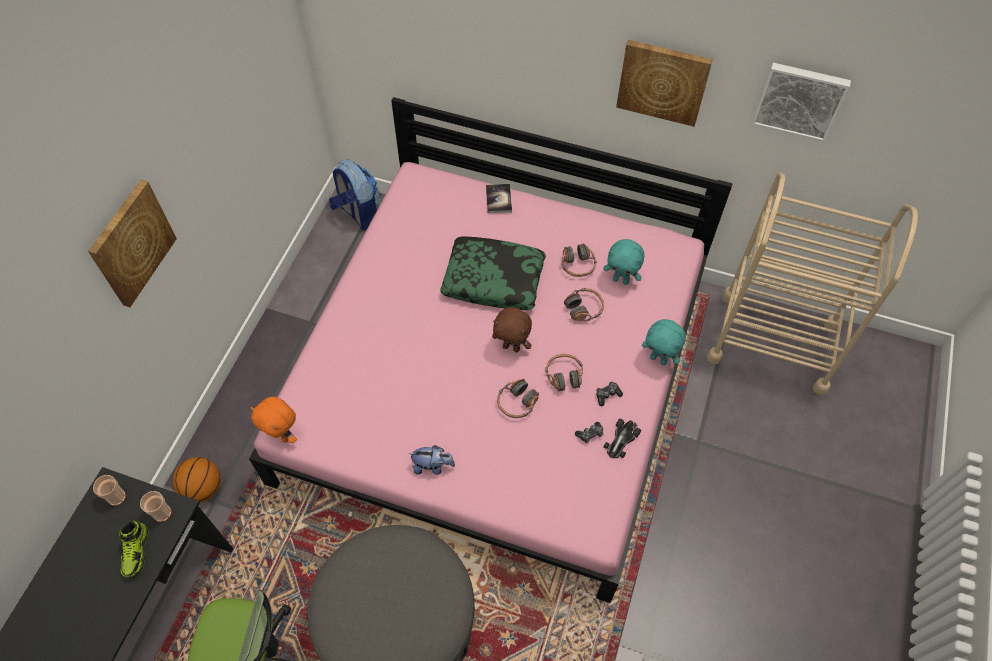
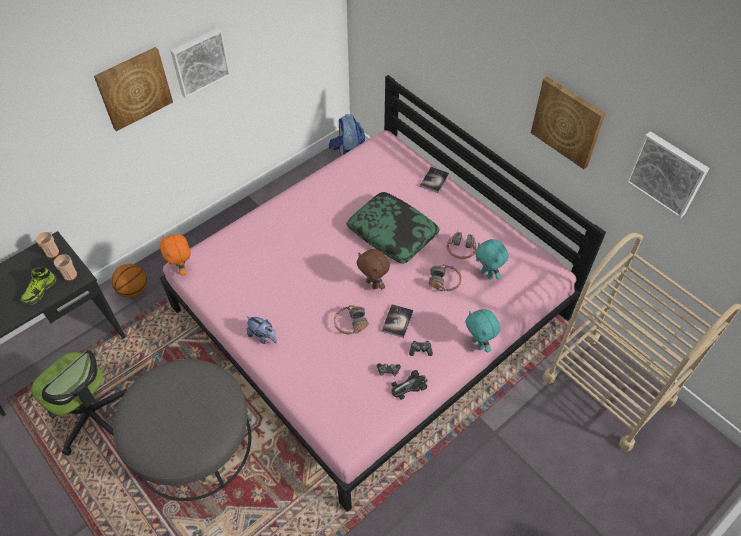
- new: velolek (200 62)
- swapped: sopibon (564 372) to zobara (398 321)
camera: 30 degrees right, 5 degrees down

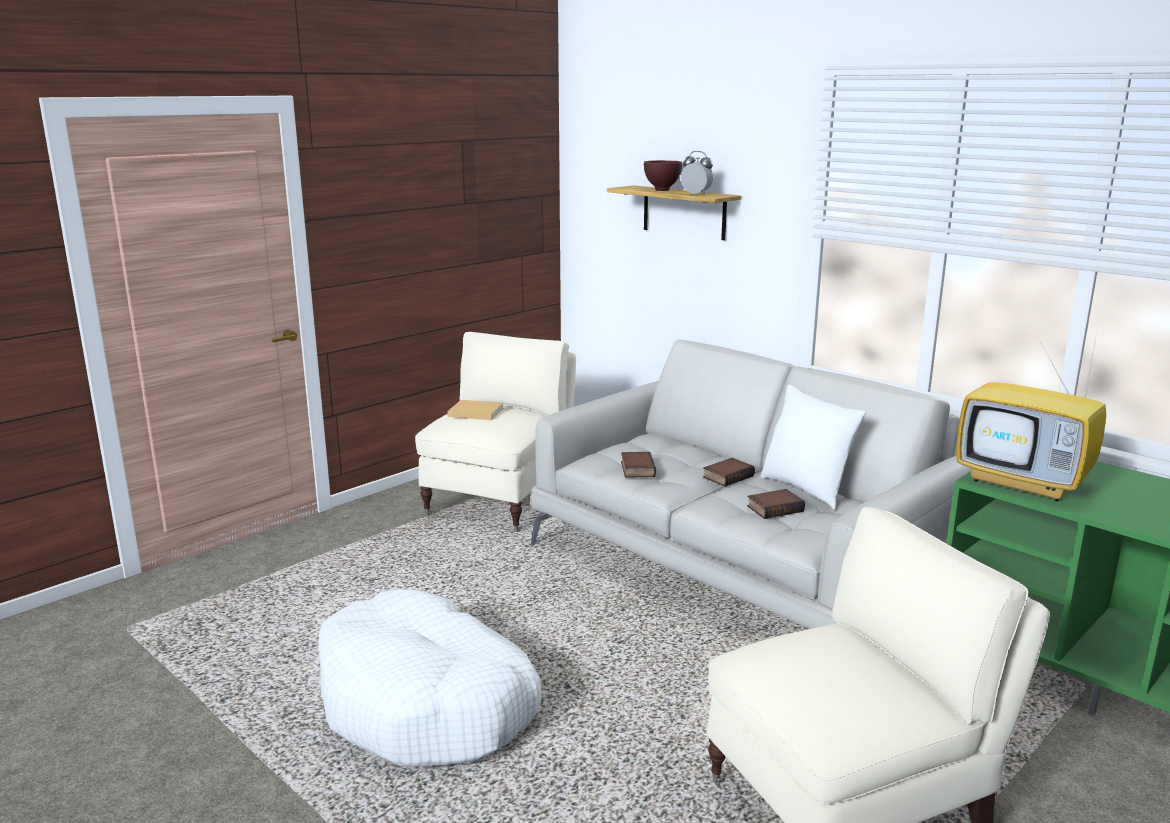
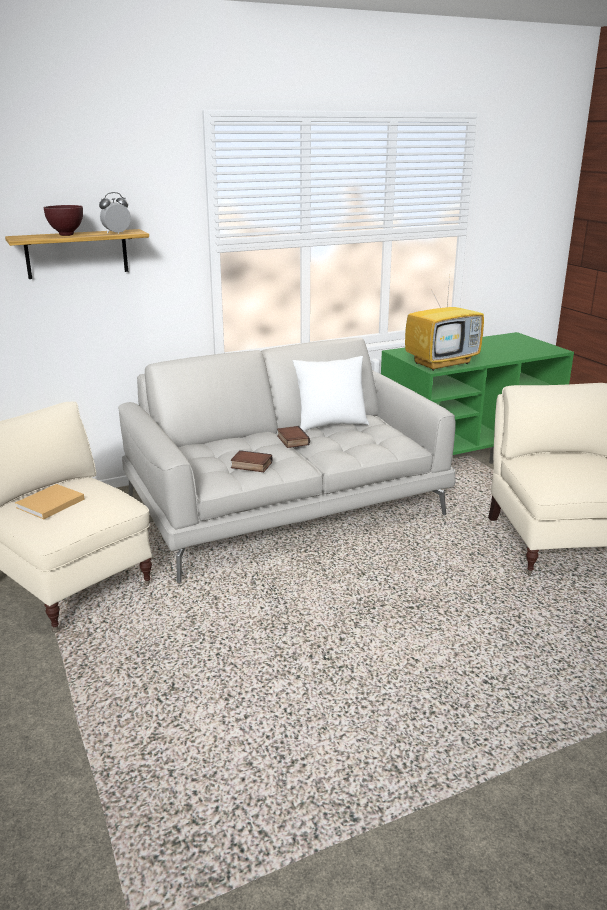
- gone: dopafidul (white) (430 678)
- gone: zobara (776 504)
camera: 70 degrees left, 5 degrees up

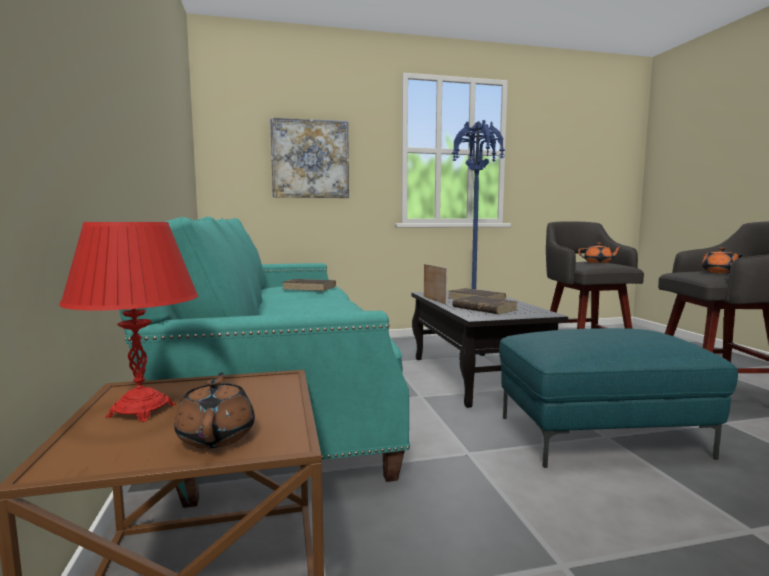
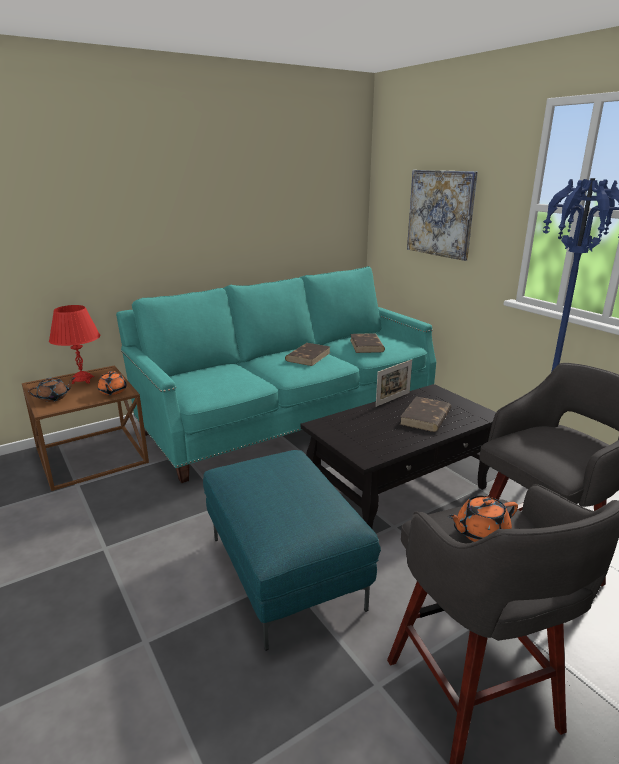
- shifted: zobara (brown) (484 305) to (307 354)
- shifted: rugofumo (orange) (600 253) to (112 383)
camera: 70 degrees right, 15 degrees up

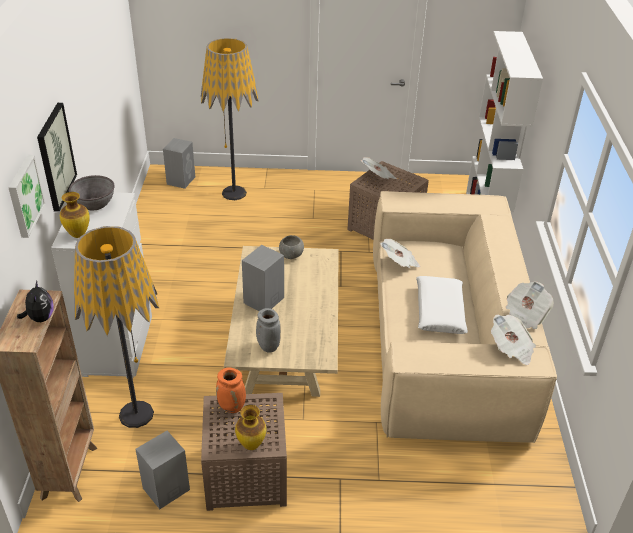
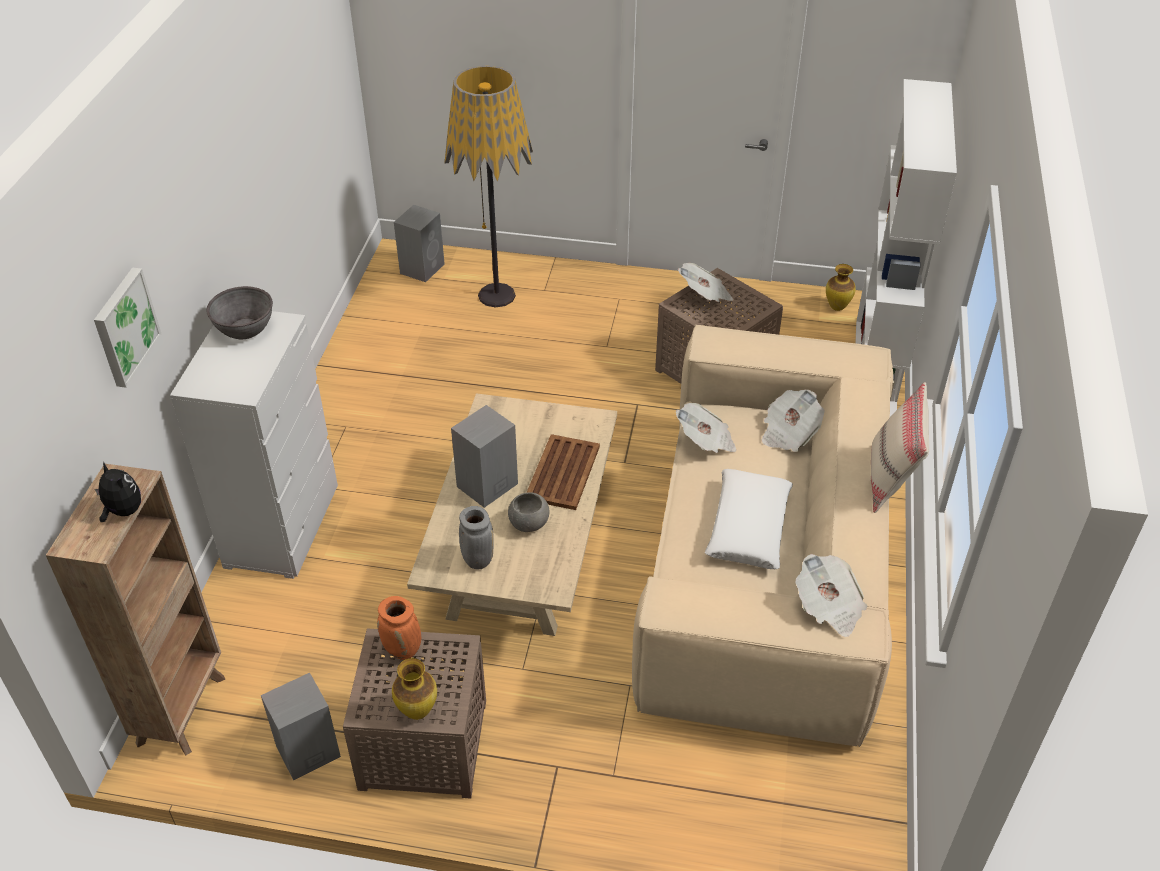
- gone: velolek (57 157)
- gone: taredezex (116 327)
- new: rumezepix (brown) (563 472)
- new: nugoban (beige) (900 447)
- shifted: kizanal (75 215) to (841 287)
- shifted: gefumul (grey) (291 247) to (529 512)
- shifted: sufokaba (529 305) to (793 421)
- rotated: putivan (35 301) = (118 492) 45 degrees counterclockwise
camera: 10 degrees right, 5 degrees up

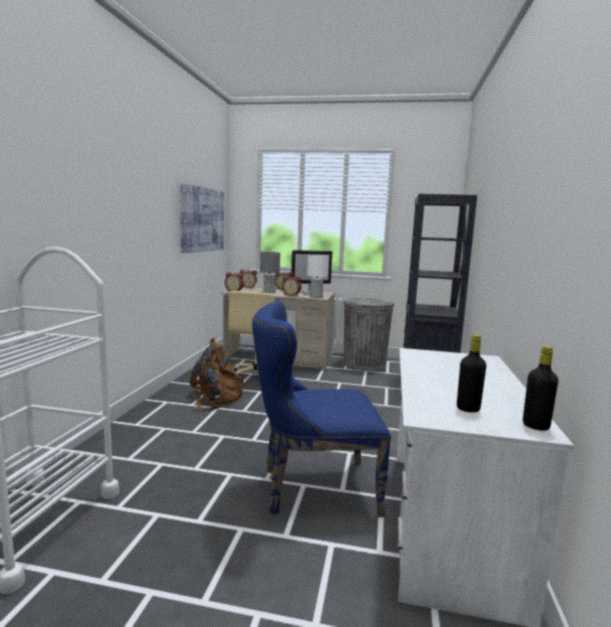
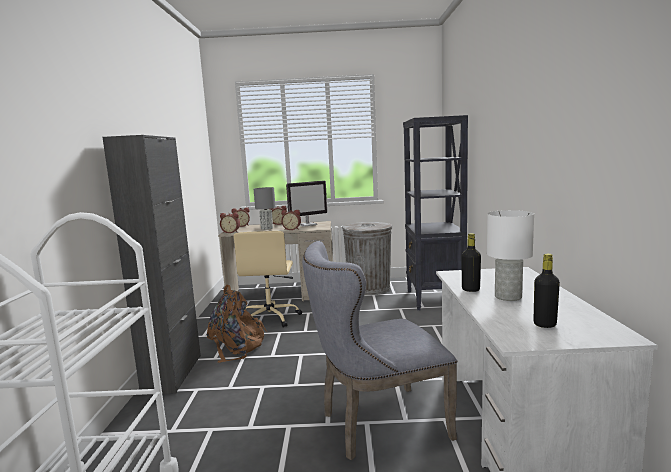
- gone: velolek (202 218)
- new: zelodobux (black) (151 265)
- shifted: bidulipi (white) (318 276) to (510 255)
- shifted: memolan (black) (540 388) to (471 262)
- repainted: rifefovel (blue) (321 409) to rifefovel (grey) (379 350)
camera: 10 degrees left, 0 degrees up

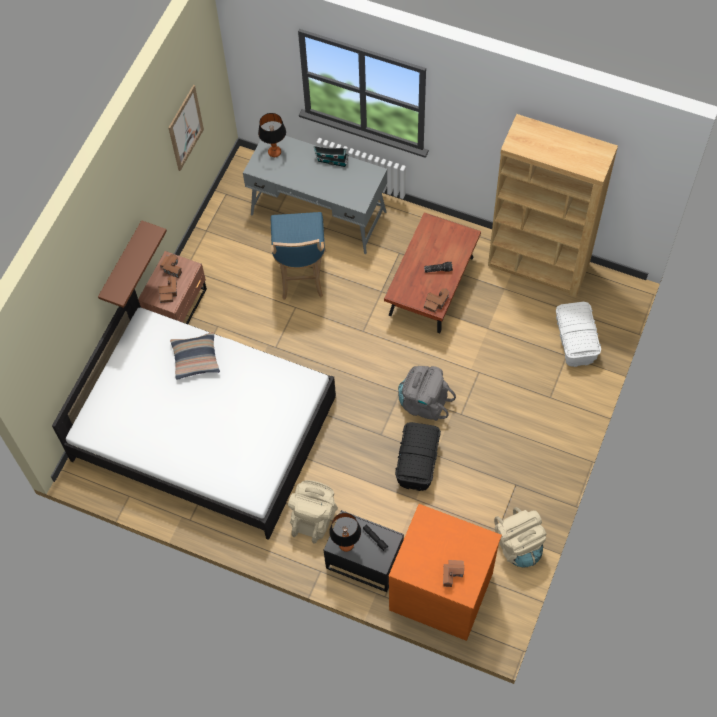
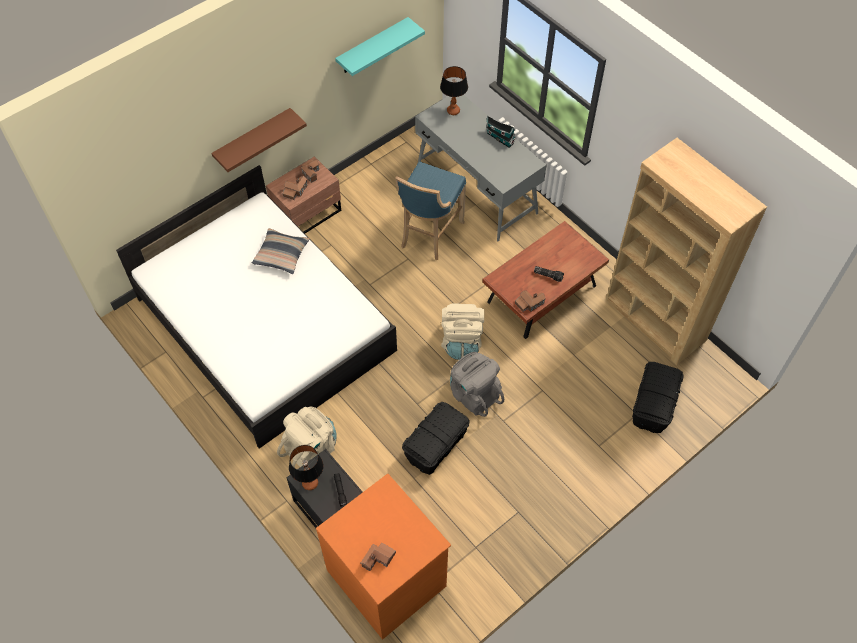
- shifted: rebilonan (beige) (520 537) to (462 332)
- swapped: velolek (186 128) to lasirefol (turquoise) (380 46)
- repainted: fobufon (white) (578 334) to fobufon (black) (658 397)
camera: 25 degrees right, 5 degrees down

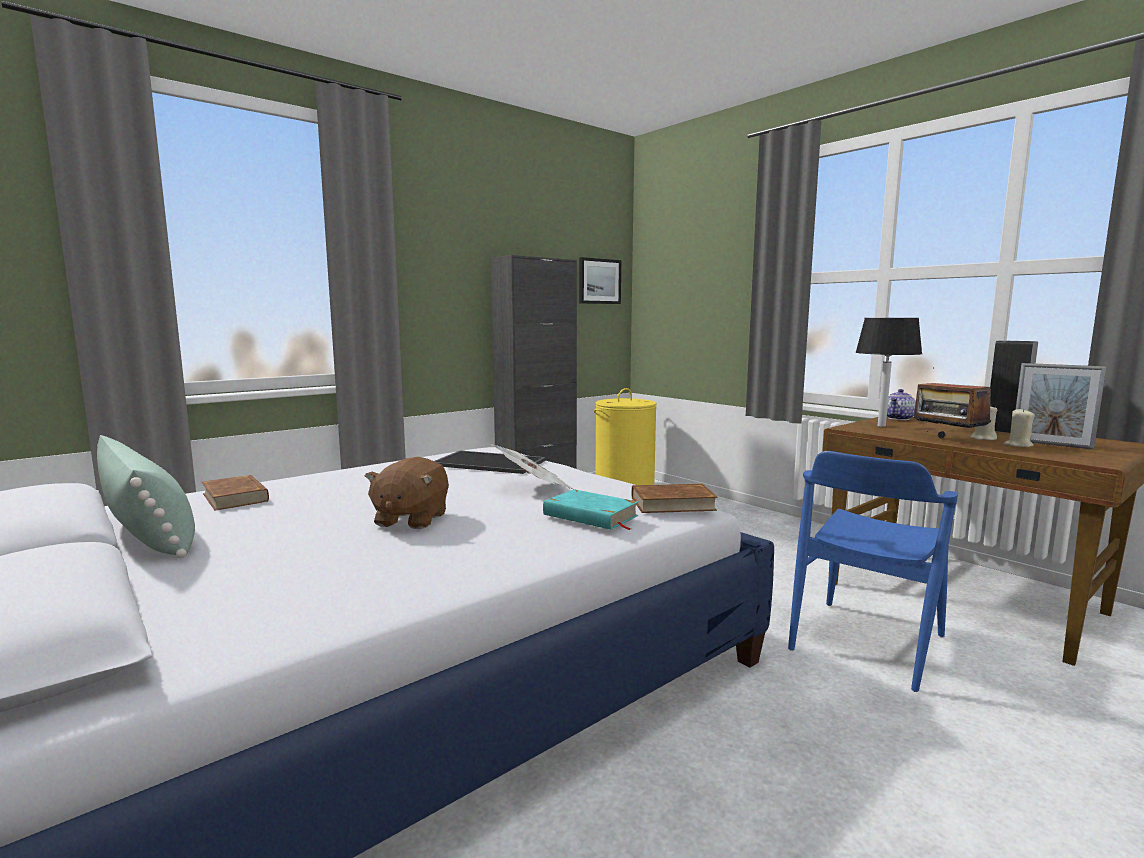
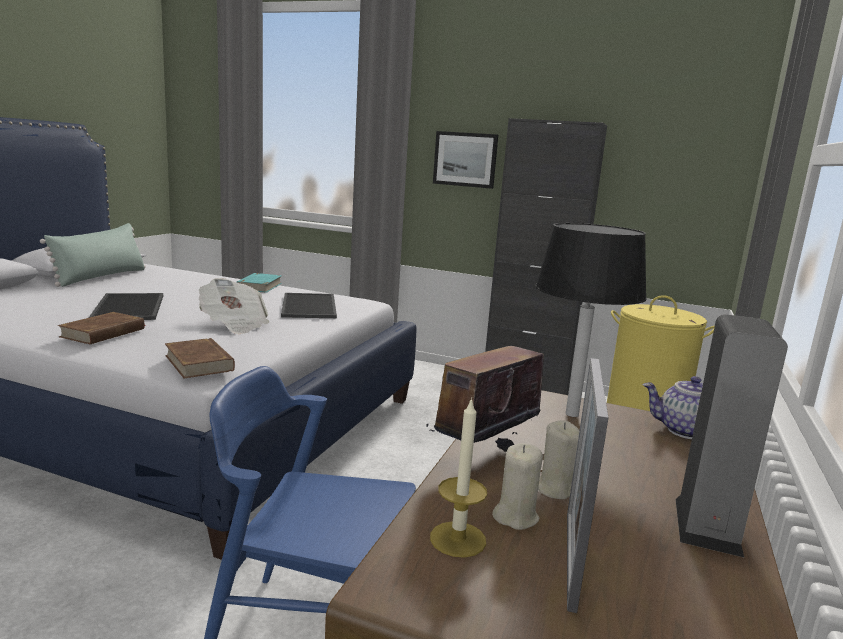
- new: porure (458 477)
- shifted: zobara (brown) (235 493) to (102 328)
- shifted: zobara (turquoise) (590 509) to (259 283)
- shifted: velolek (600 280) to (465 160)
- swapped: putivan (brown) (407 493) to rumezepix (126 306)
camera: 60 degrees right, 5 degrees up

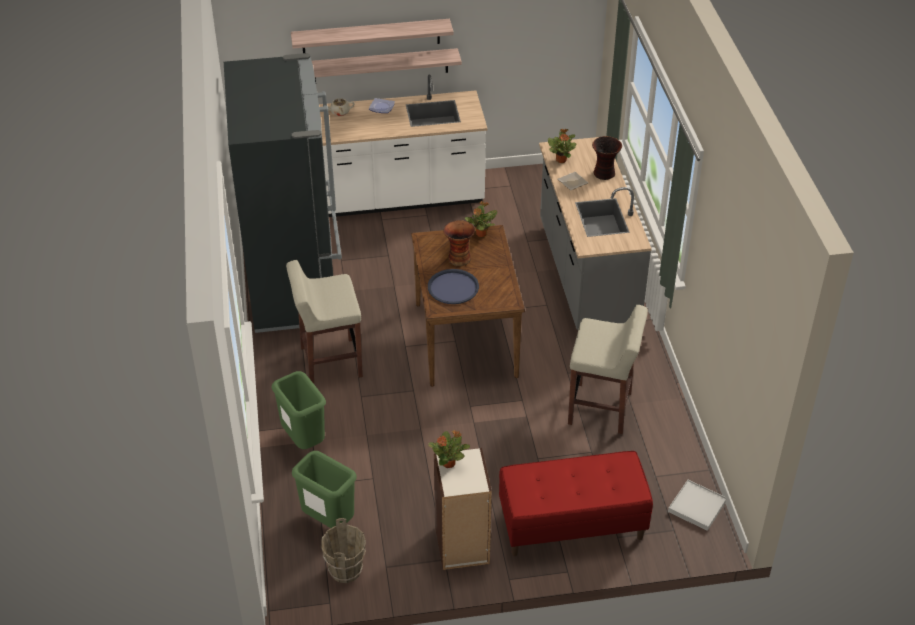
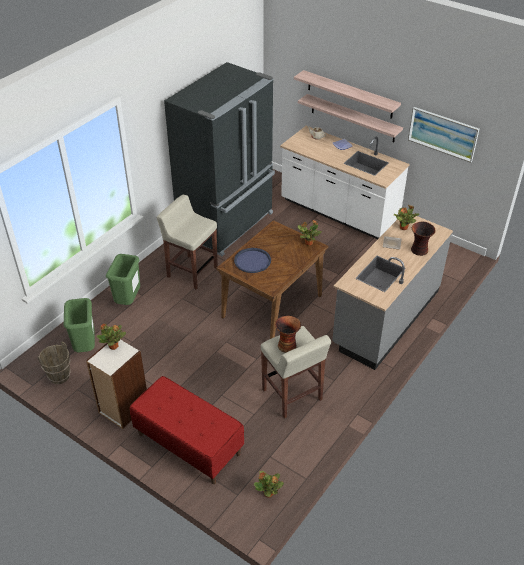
- new: velolek (443 135)
- shifted: kizanal (459 243) to (288 334)
- swapped: rumezepix (white) (697 505) to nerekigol (269 484)
camera: 45 degrees right, 0 degrees up

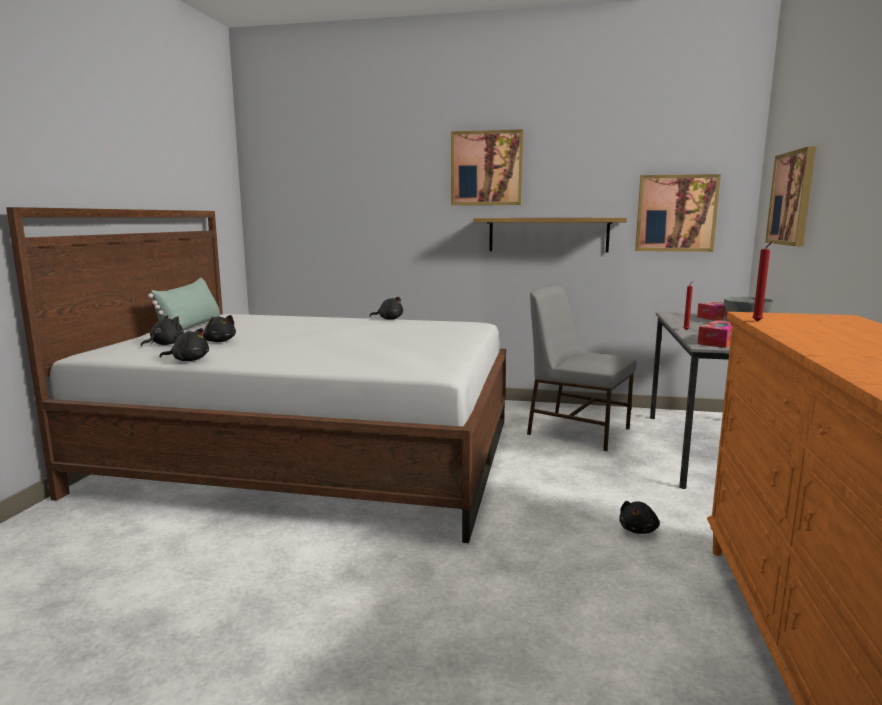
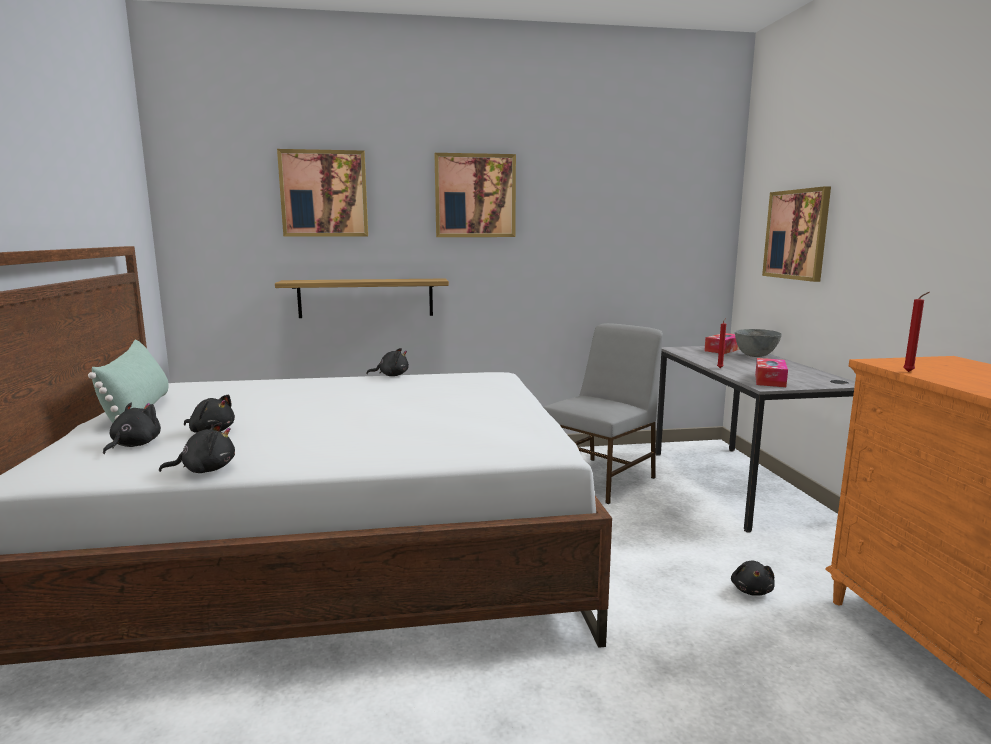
- shifted: lasirefol (550 235) to (362 298)
- shifted: velolek (678 213) to (322 193)
- rotated: rifefovel (grey) (581 368) = (603 413) 120 degrees clockwise
camera: 20 degrees left, 0 degrees up

